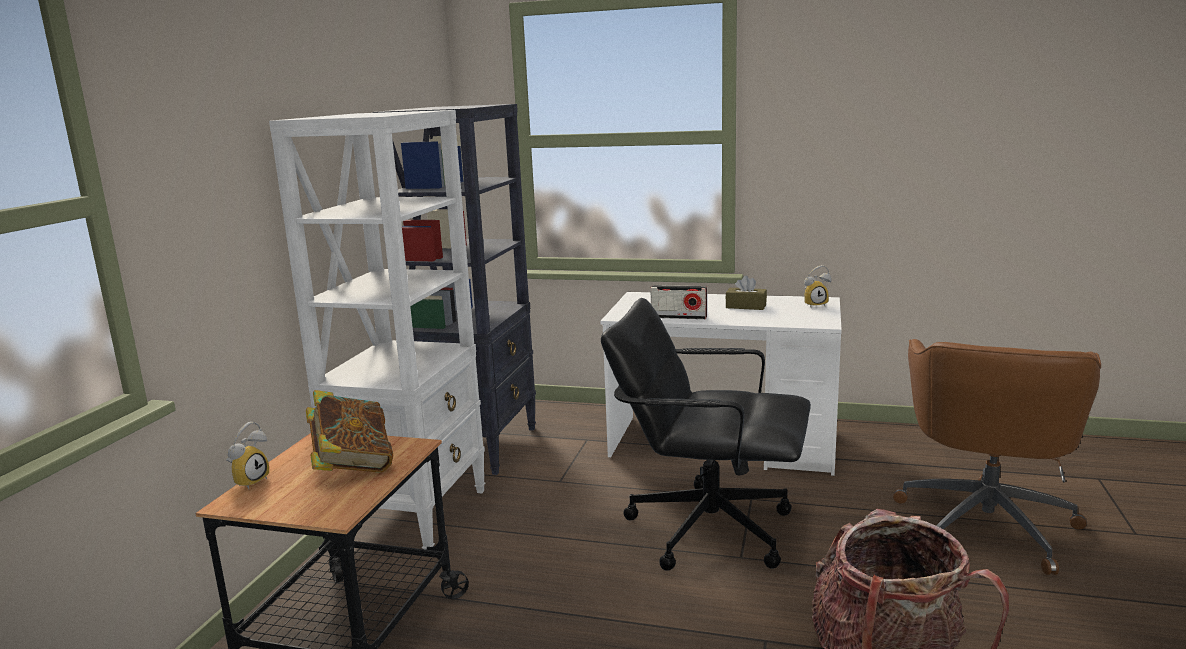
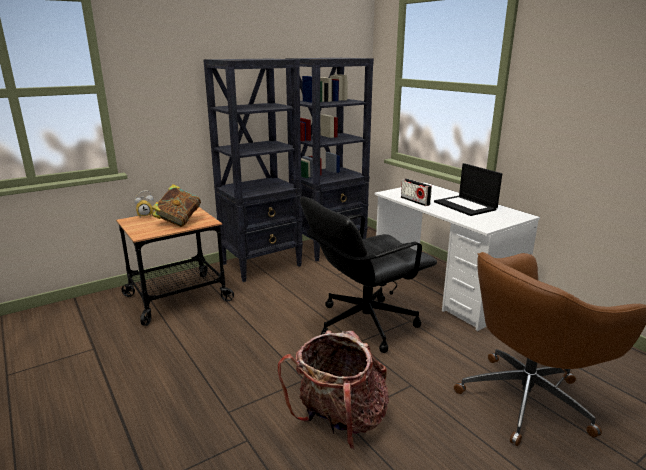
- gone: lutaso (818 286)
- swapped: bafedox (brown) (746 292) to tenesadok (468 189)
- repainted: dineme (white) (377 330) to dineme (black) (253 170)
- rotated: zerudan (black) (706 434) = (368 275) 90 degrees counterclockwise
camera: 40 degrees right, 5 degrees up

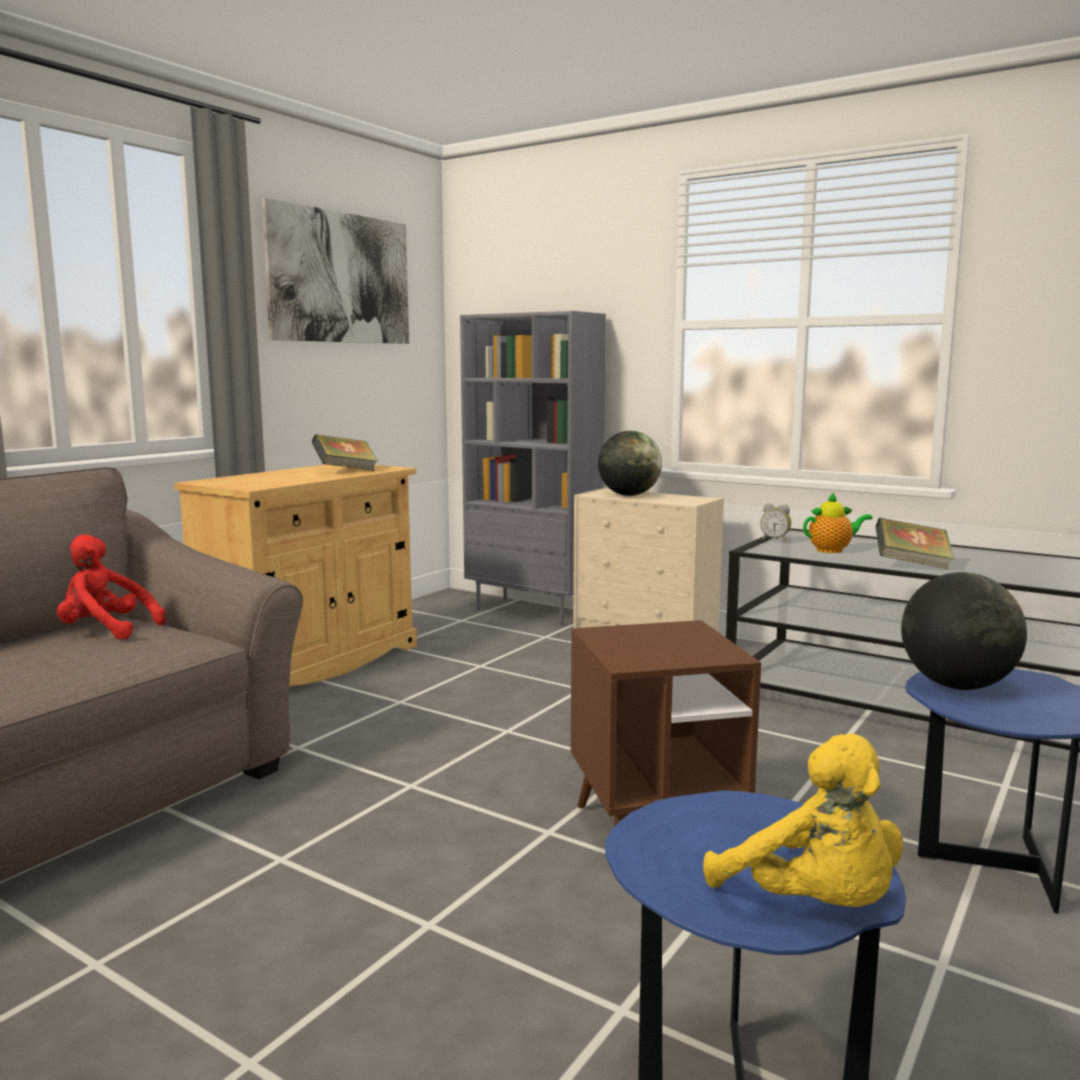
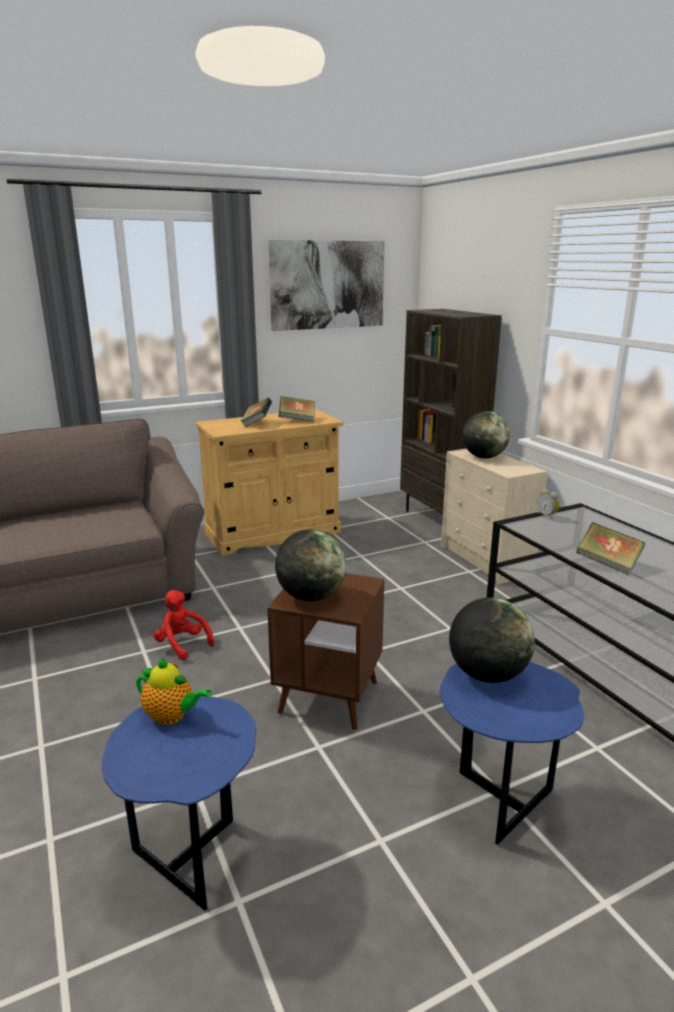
- gone: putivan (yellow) (803 820)
- new: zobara (256 412)
- new: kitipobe (310 565)
- shifted: putivan (red) (111 587) to (183 625)
- shifted: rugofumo (838 522) to (173 691)
- repainted: dineme (grey) (533 468) to dineme (brown) (451 411)
camera: 30 degrees right, 10 degrees up

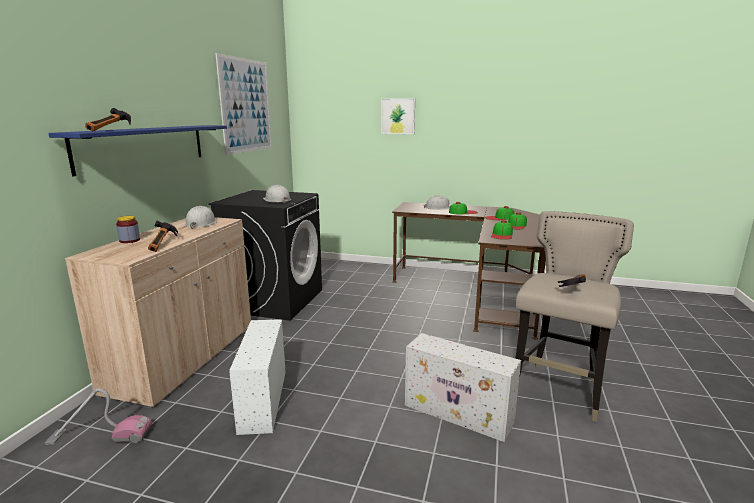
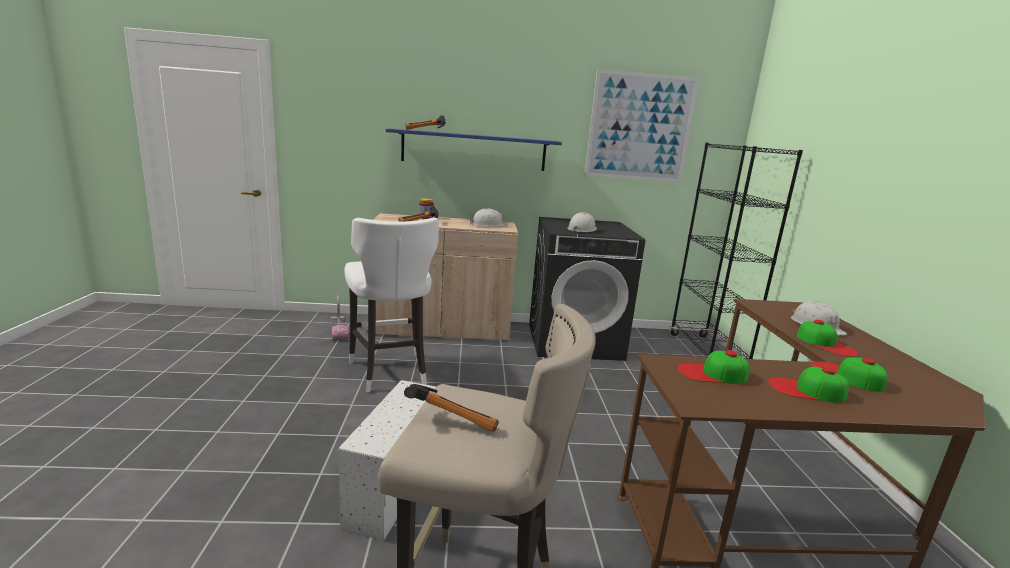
- gone: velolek (398 116)
- new: dineme (black) (736 251)
- swapped: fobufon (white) (257 377) to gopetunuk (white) (391 304)
camera: 70 degrees right, 0 degrees up

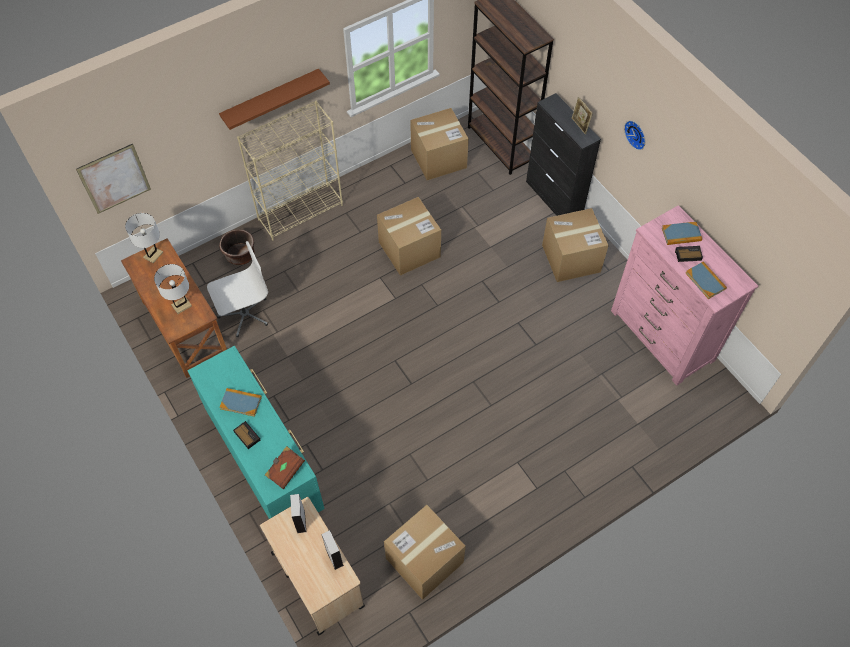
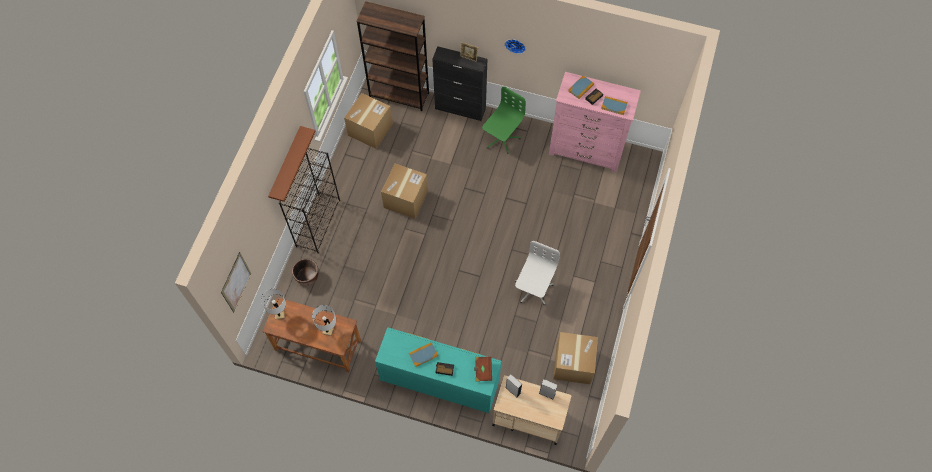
- shifted: zerudan (white) (237 289) to (537 273)
- swapped: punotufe (575 245) to zerudan (green) (504 120)
- repainted: dineme (beige) (290 171) to dineme (black) (309 200)
camera: 40 degrees left, 5 degrees up

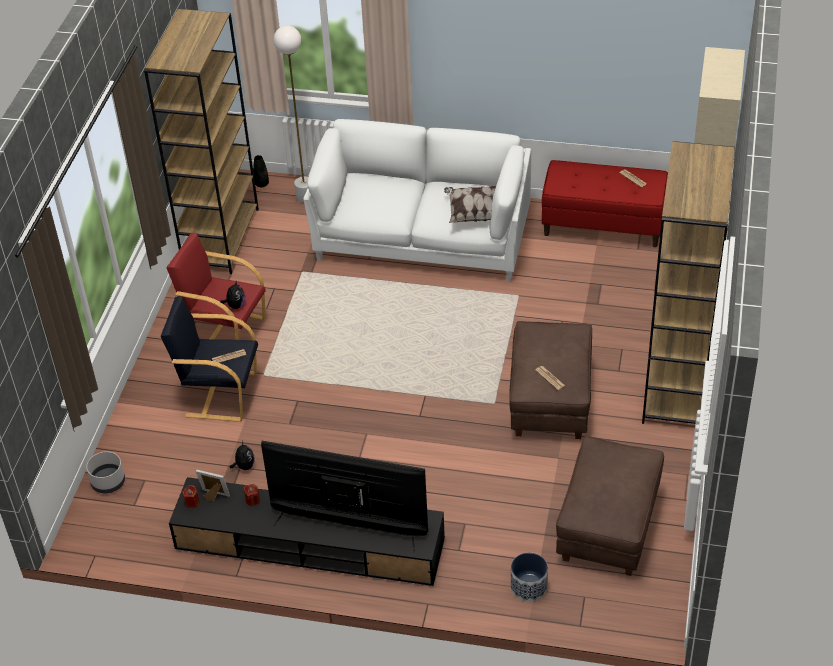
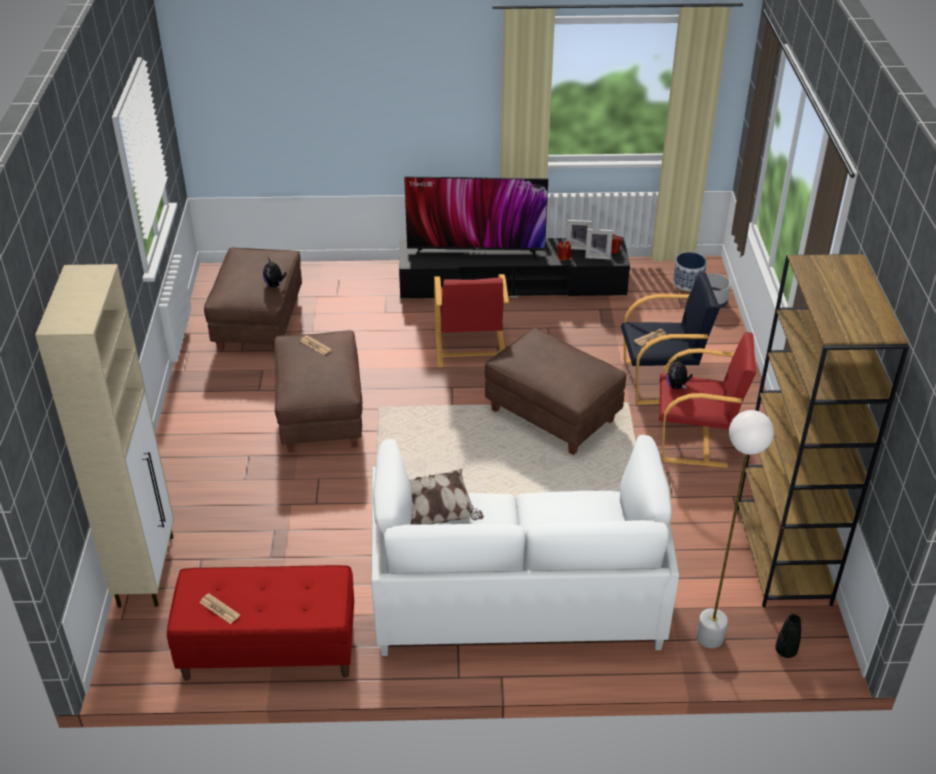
- gone: dineme (brown) (688 282)
- new: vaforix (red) (471 320)
- new: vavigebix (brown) (555 391)
- new: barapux (579 235)
- shifted: putivan (242 455) to (275 272)
- shifted: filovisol (529 576) to (690 271)
camera: 165 degrees right, 5 degrees down

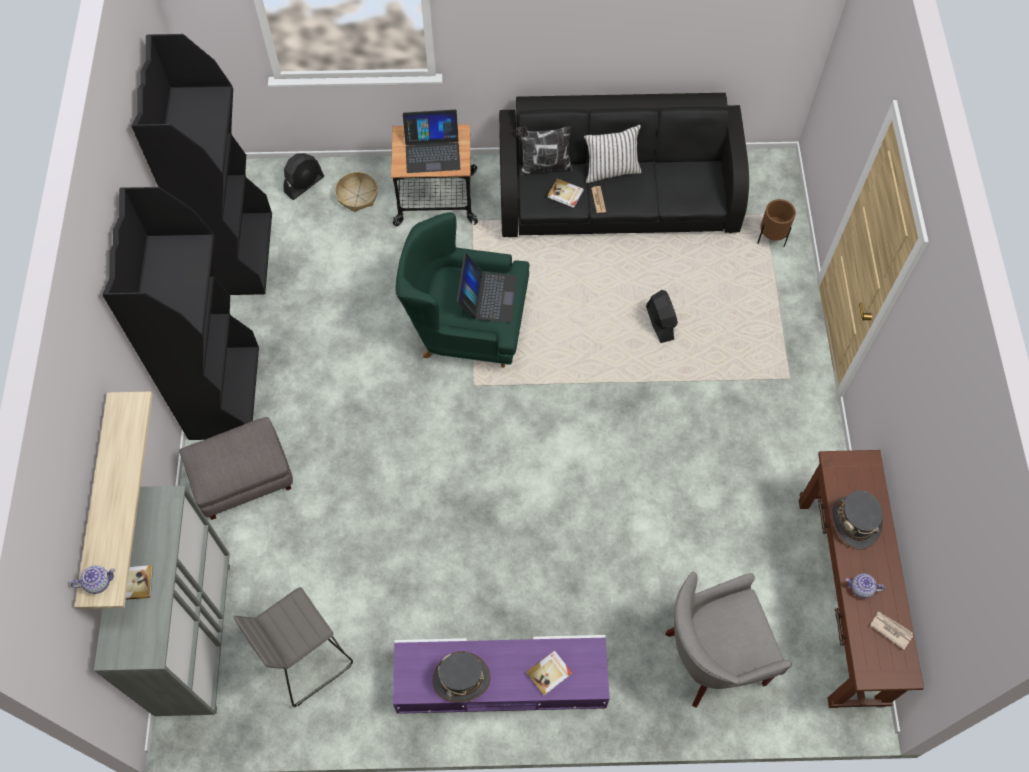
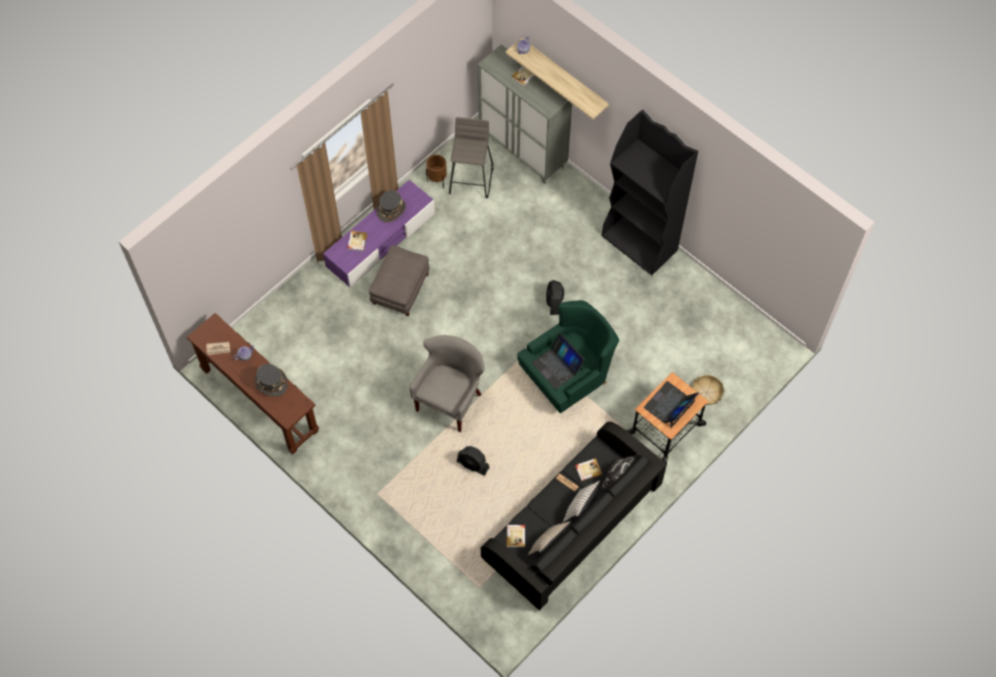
- gone: dineme (black) (202 164)
- new: zobara (516 536)
- new: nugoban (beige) (549 538)
- shifted: vavigebix (grey) (236 468) to (399 280)
- shifted: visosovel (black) (303 176) to (555 297)
- shifted: vaforix (grey) (728 640) to (447 383)
- shifted: filovisol (brown) (777 223) to (436 171)
camera: 135 degrees right, 0 degrees up

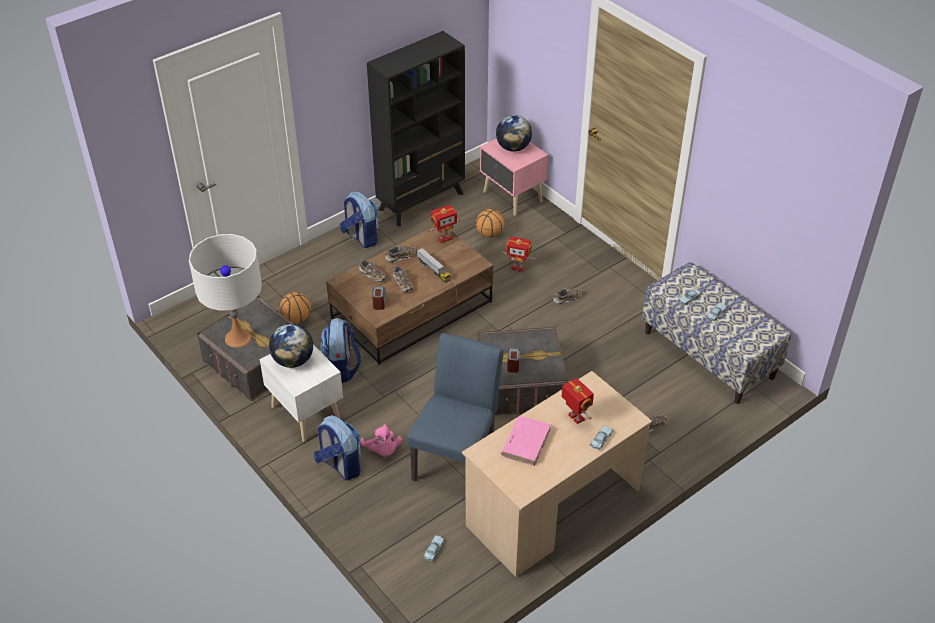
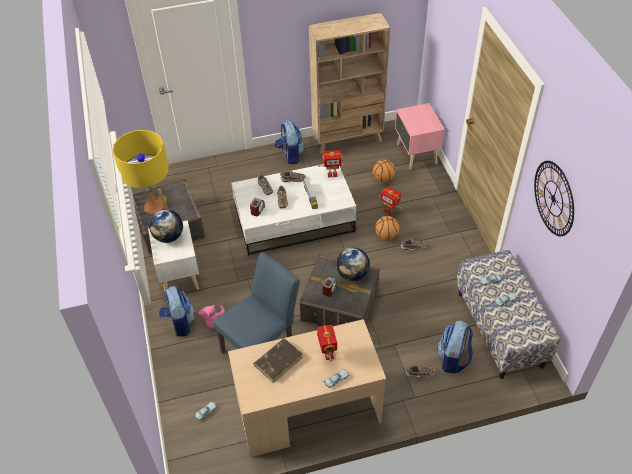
- new: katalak (554 198)
- shifted: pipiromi (295 307) to (387 228)
- shifted: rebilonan (340 350) to (455 346)
- shifted: kitipobe (514 133) to (353 264)
- repainted: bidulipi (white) (225 291) to bidulipi (yellow) (140 172)
- repainted: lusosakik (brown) (409 295) to lusosakik (white) (293 210)
- repainted: dineme (black) (416 128) to dineme (beige) (349 83)
- repainted: zobara (pink) (526 441) to zobara (brown) (278 360)
camera: 25 degrees right, 5 degrees up

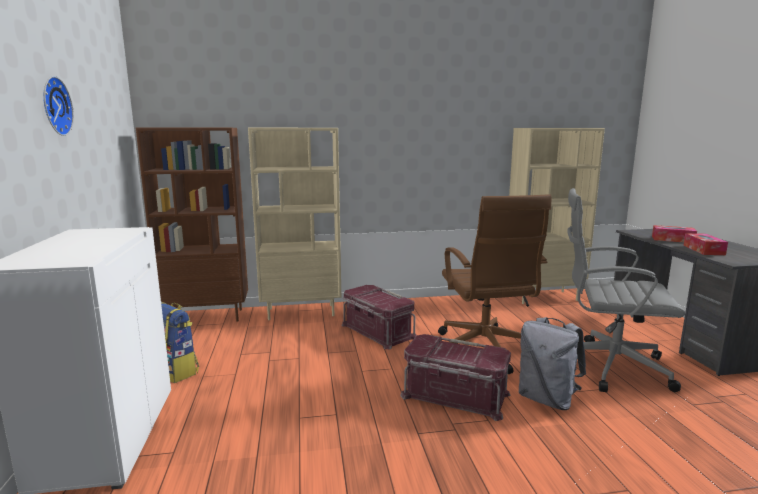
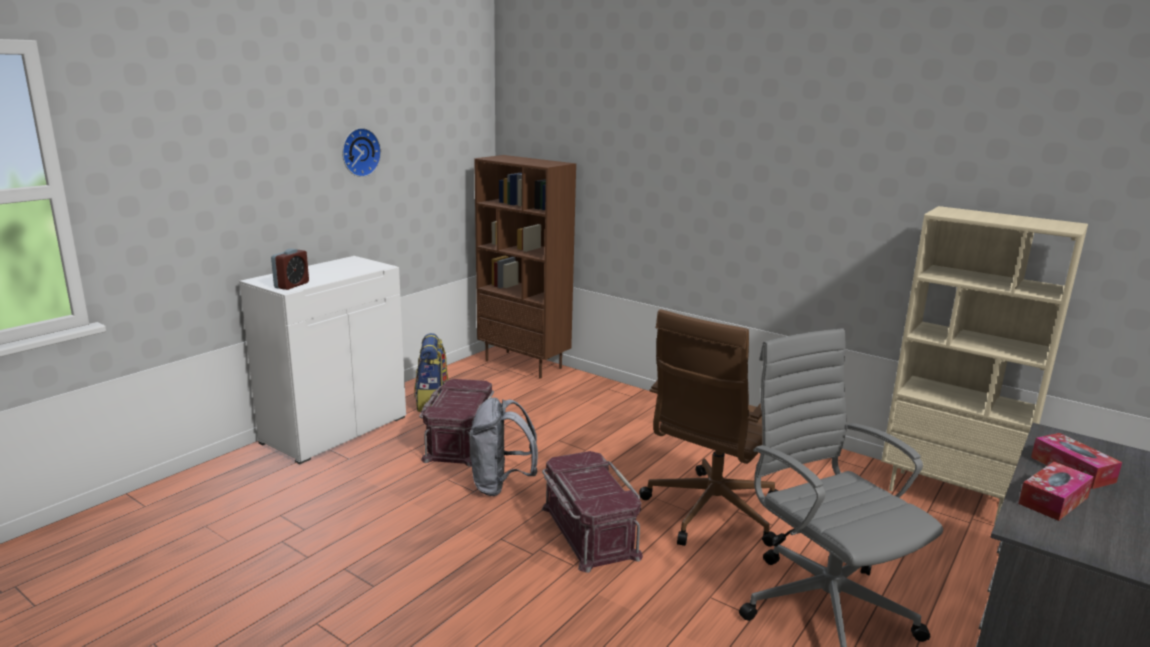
- gone: dineme (beige) (294 224)
- new: lutaso (290 269)
- shifted: fobufon (red) (379 317) to (456 423)
- shifted: rebilonan (grey) (552 363) to (504 447)
camera: 45 degrees right, 5 degrees up

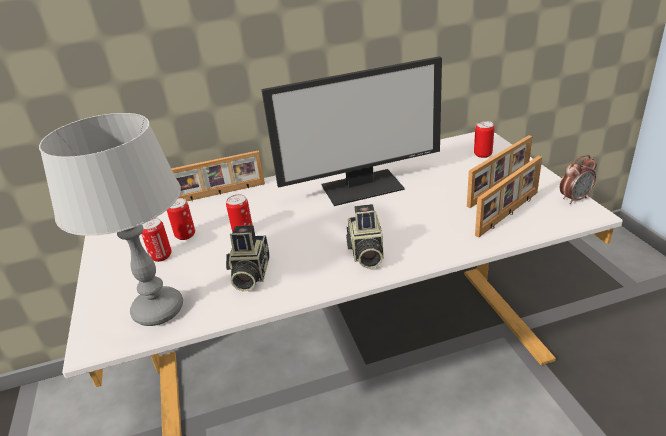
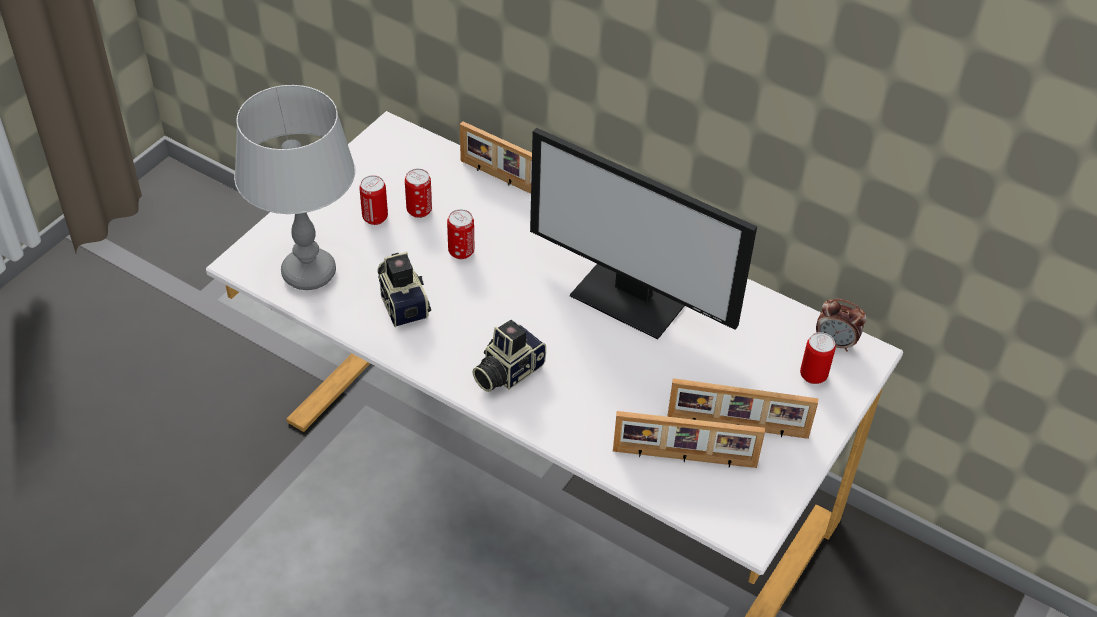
- shifted: lutaso (578 179) to (841 325)
- rotated: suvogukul (248 258) = (404 289) 105 degrees clockwise
camera: 45 degrees right, 15 degrees up

